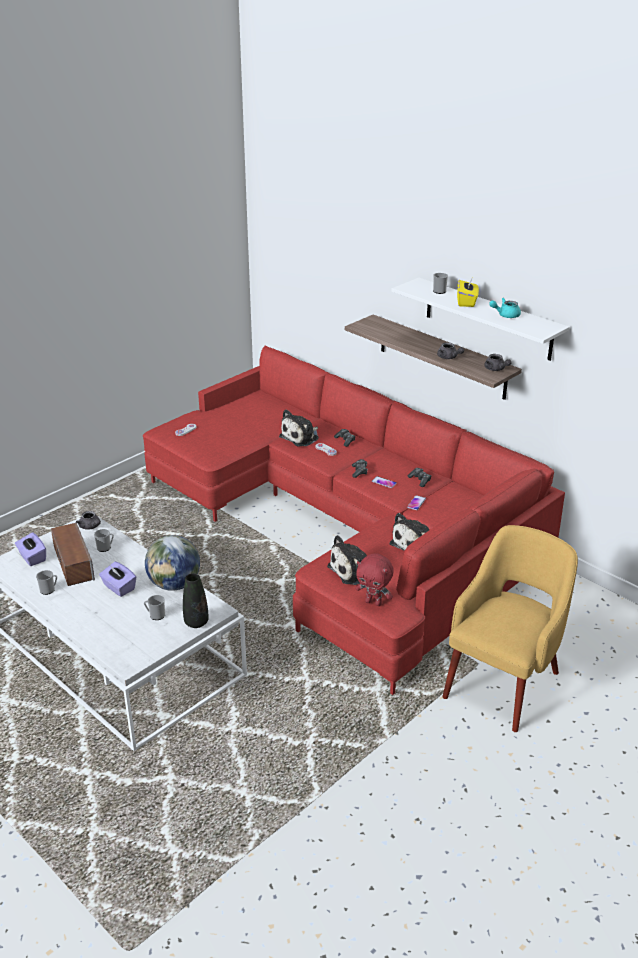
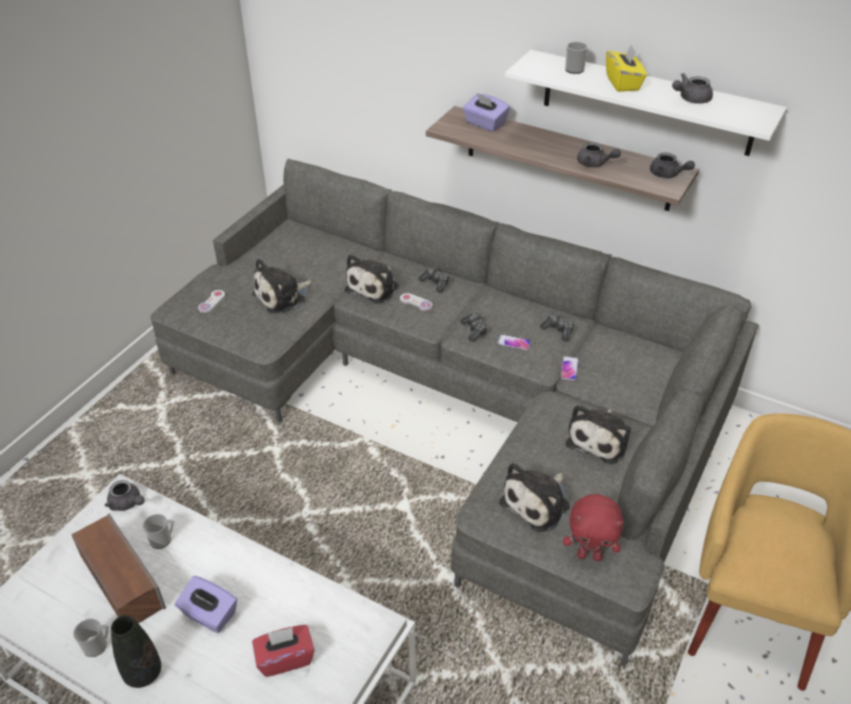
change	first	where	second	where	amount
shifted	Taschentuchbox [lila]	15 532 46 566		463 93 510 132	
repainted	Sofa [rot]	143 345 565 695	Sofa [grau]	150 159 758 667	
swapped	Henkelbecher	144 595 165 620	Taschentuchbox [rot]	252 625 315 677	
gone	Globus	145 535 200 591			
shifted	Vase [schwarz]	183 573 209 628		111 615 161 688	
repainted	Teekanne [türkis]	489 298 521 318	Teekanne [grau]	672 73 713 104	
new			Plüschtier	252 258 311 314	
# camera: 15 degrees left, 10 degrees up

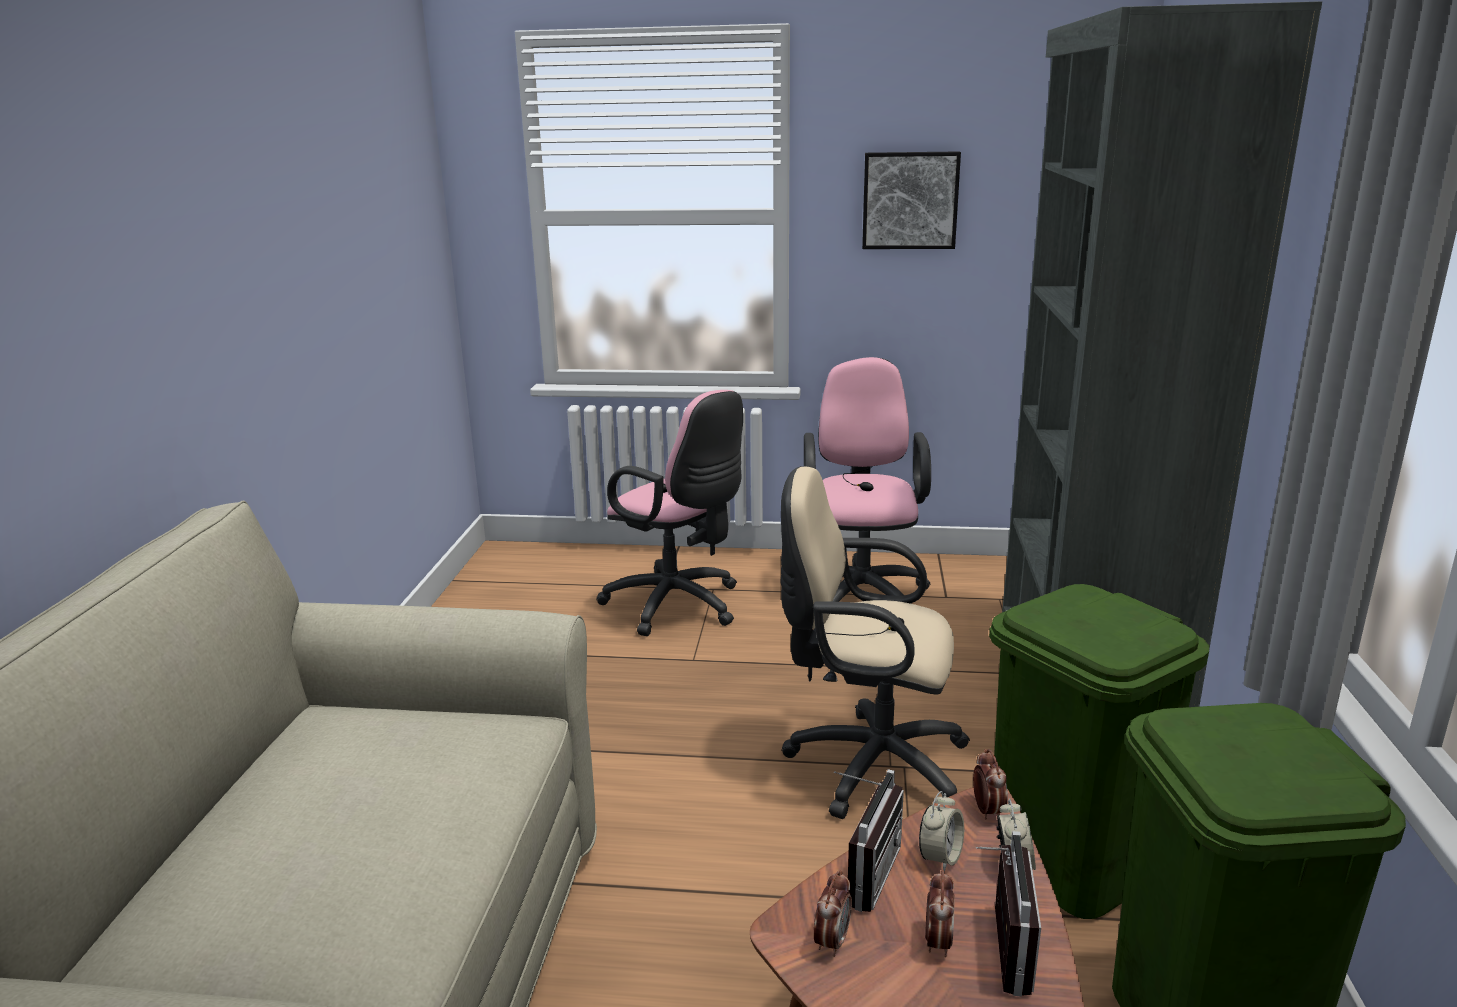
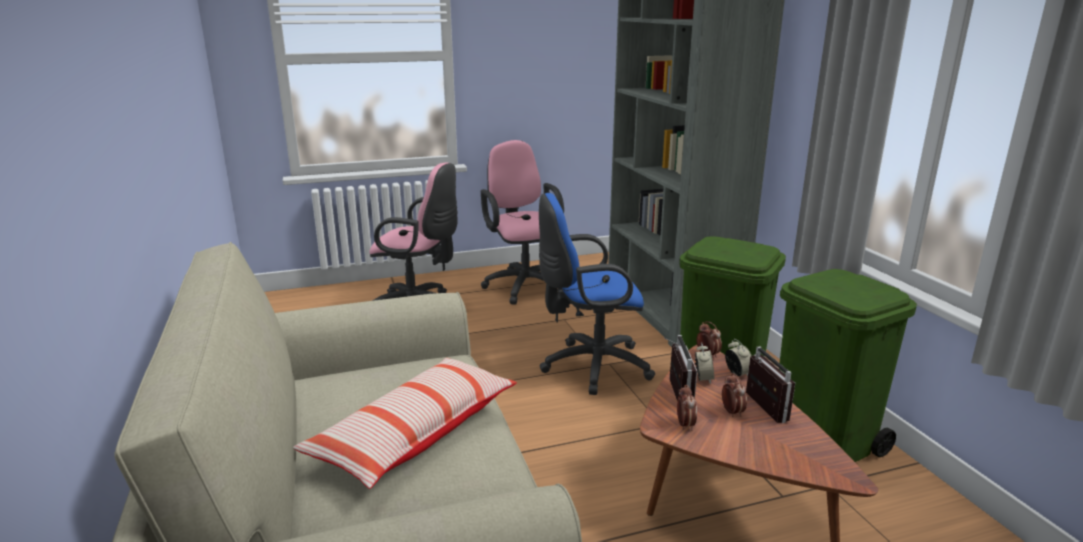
change	first	where	second	where	amount
repainted	Bürostuhl [beige]	781 466 970 819	Bürostuhl [blau]	539 193 655 395	
gone	Bild	862 151 961 249			
new			Kissen	293 358 517 489	
# camera: 25 degrees left, 0 degrees up

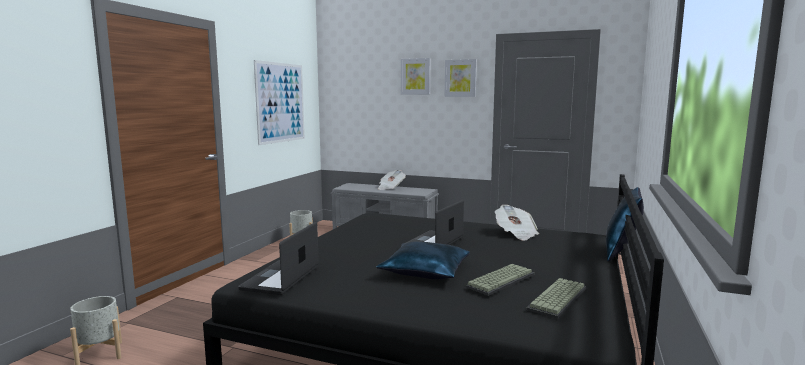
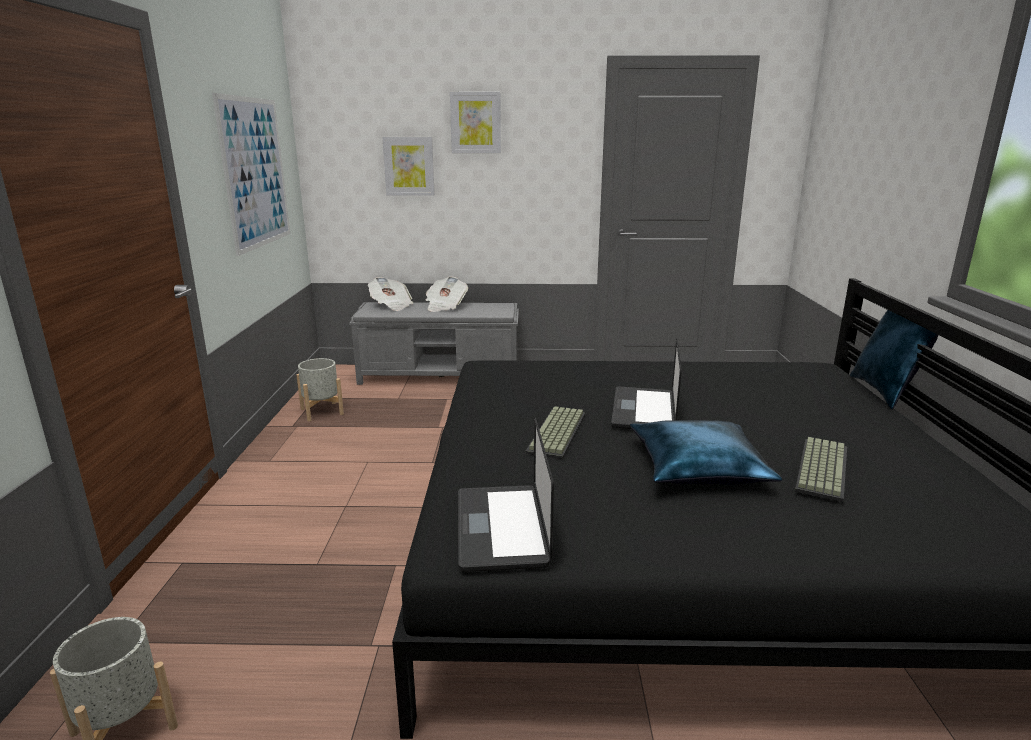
change	first	where	second	where	amount
shifted	Bild	445 59 477 97		382 137 435 196	
shifted	Zeitung	495 205 539 241		368 277 413 311	
shifted	Tastatur	526 278 586 319		525 406 585 459	
# camera: 20 degrees left, 10 degrees up

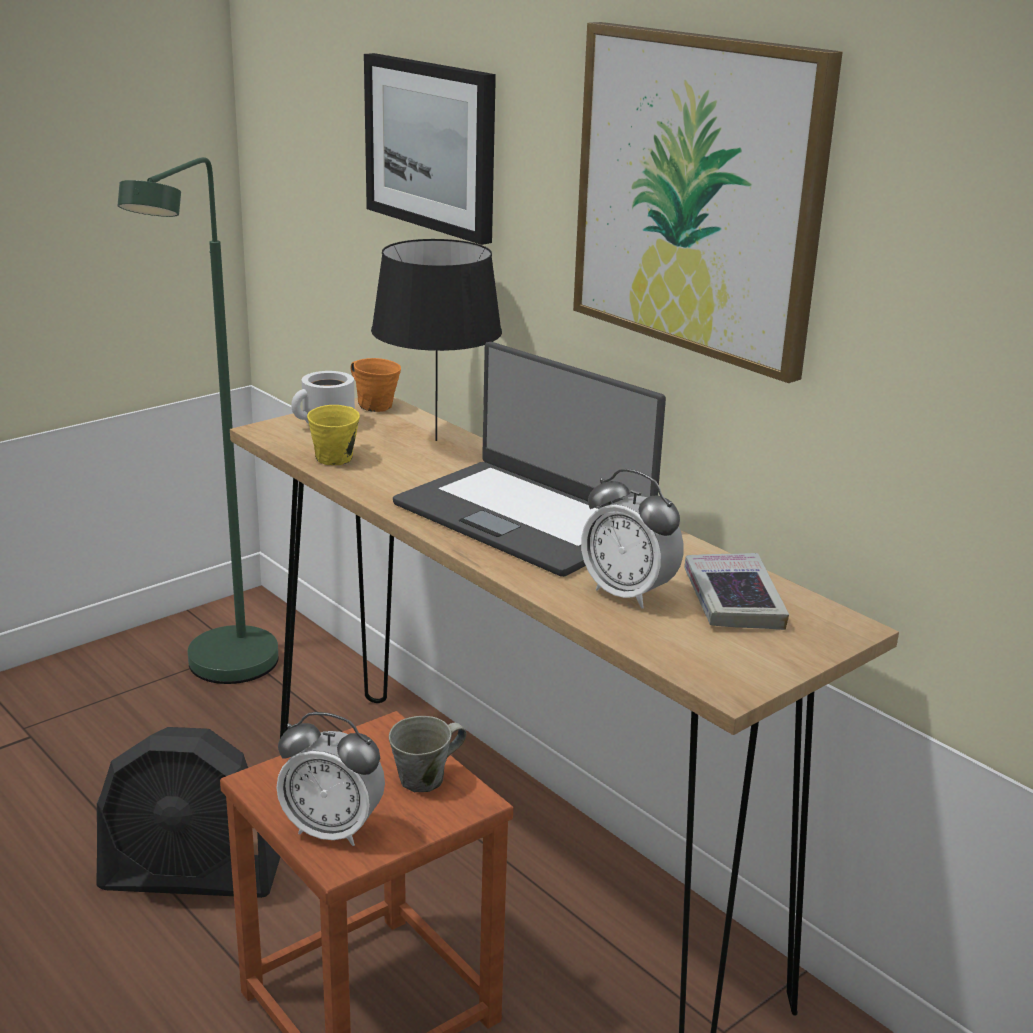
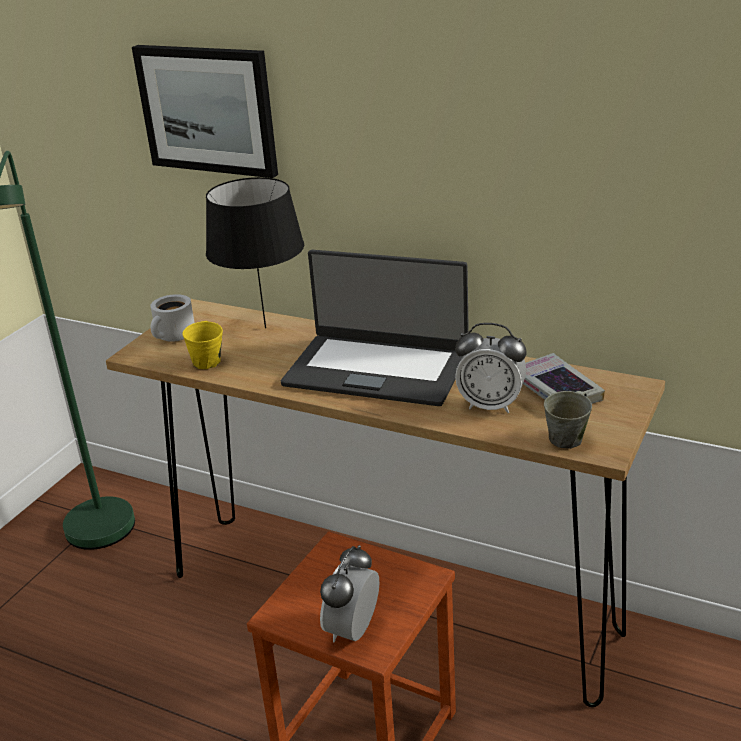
change	first	where	second	where	amount
gone	Ventilator [schwarz]	96 727 280 898			
rotated	Wecker	276 712 385 846		320 545 379 643	120 degrees clockwise
gone	Henkelbecher [orange]	351 358 401 412			
shifted	Henkelbecher [grau]	389 716 466 792		544 391 592 449	
gone	Bild	573 22 843 383			
# camera: 20 degrees left, 5 degrees up

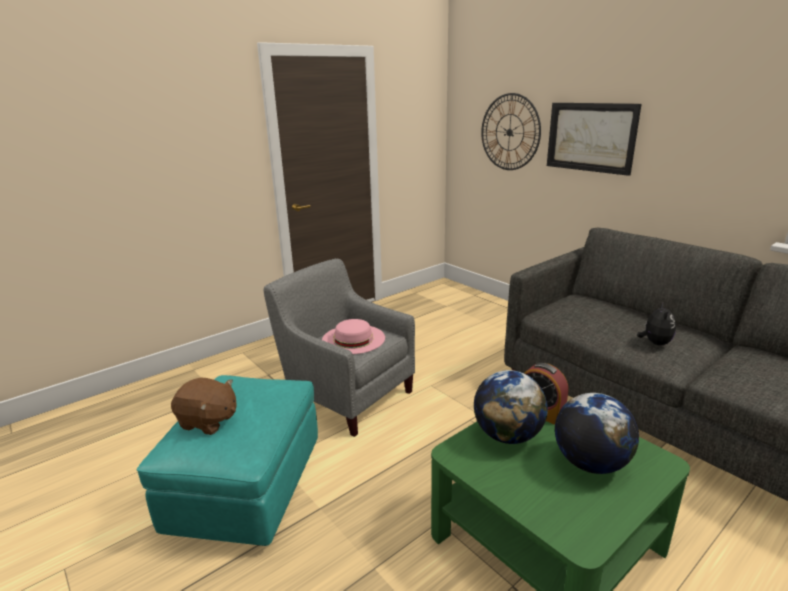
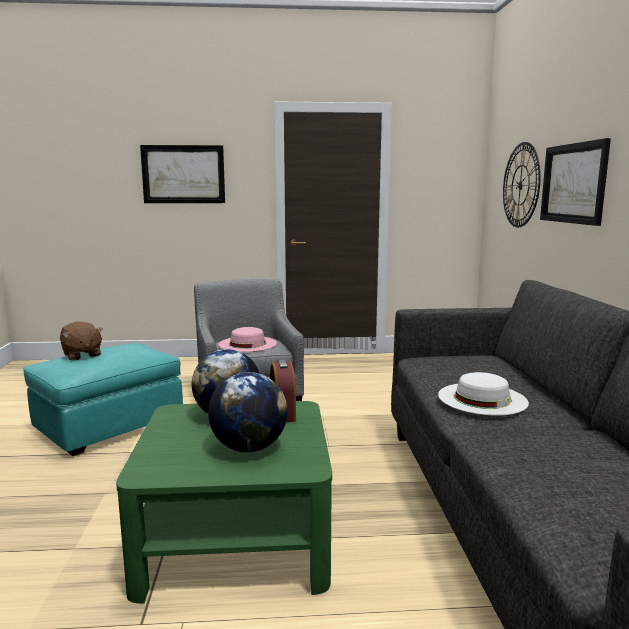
change	first	where	second	where	amount
swapped	Plüschtier	637 302 676 345	Hut [weiß]	438 372 529 415	
new			Bild	140 145 225 203	
# camera: 35 degrees right, 10 degrees down

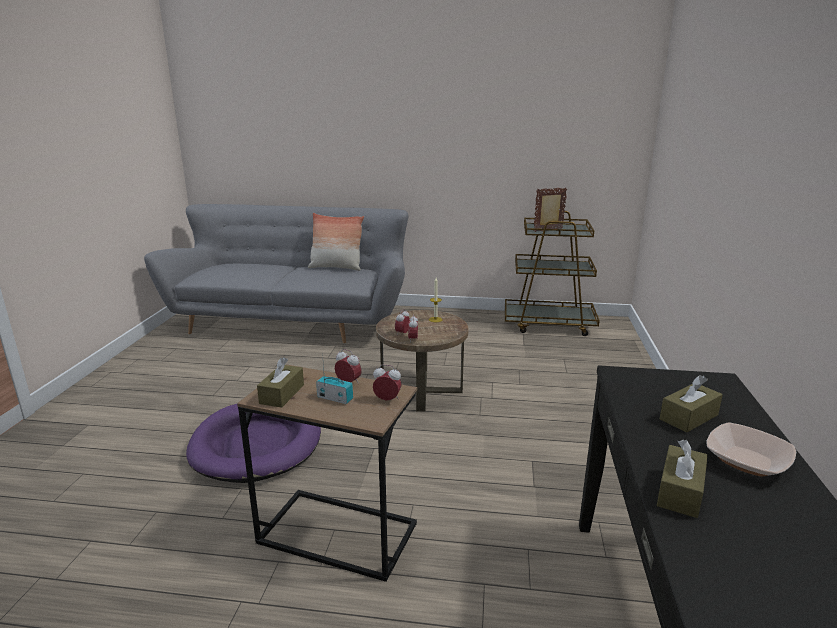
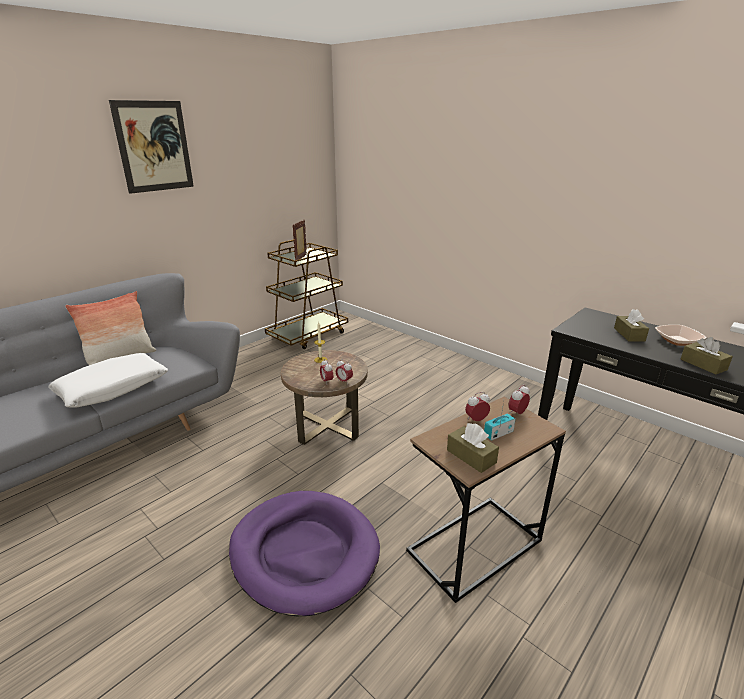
change	first	where	second	where	amount
new			Kissen [weiß]	48 353 168 408	
new			Bild	109 100 194 194	
# camera: 55 degrees left, 5 degrees up

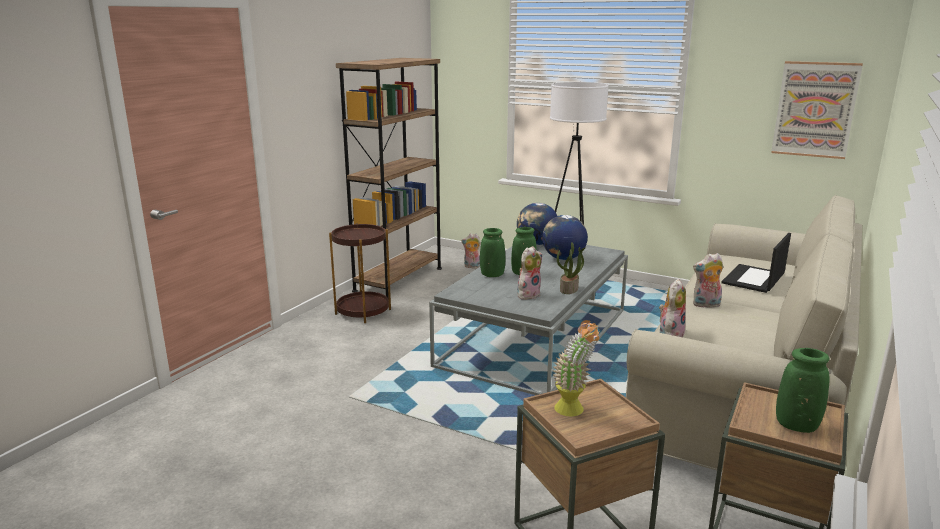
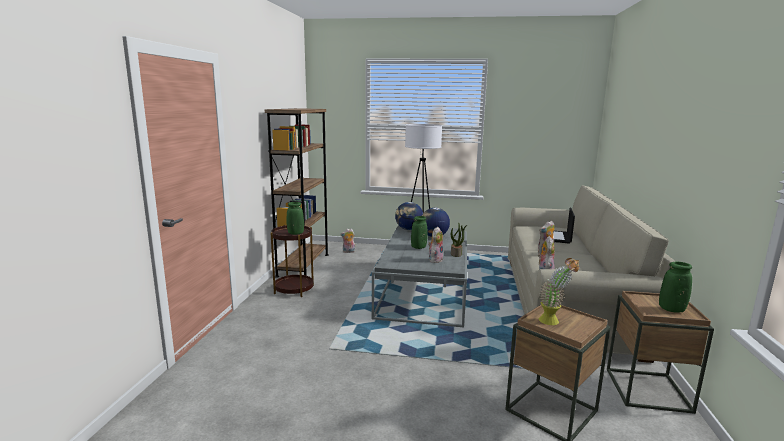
change	first	where	second	where	amount
shifted	Vase [grün]	480 228 505 277		287 202 304 235	
gone	Bild	771 61 863 159			
# camera: 20 degrees left, 5 degrees down

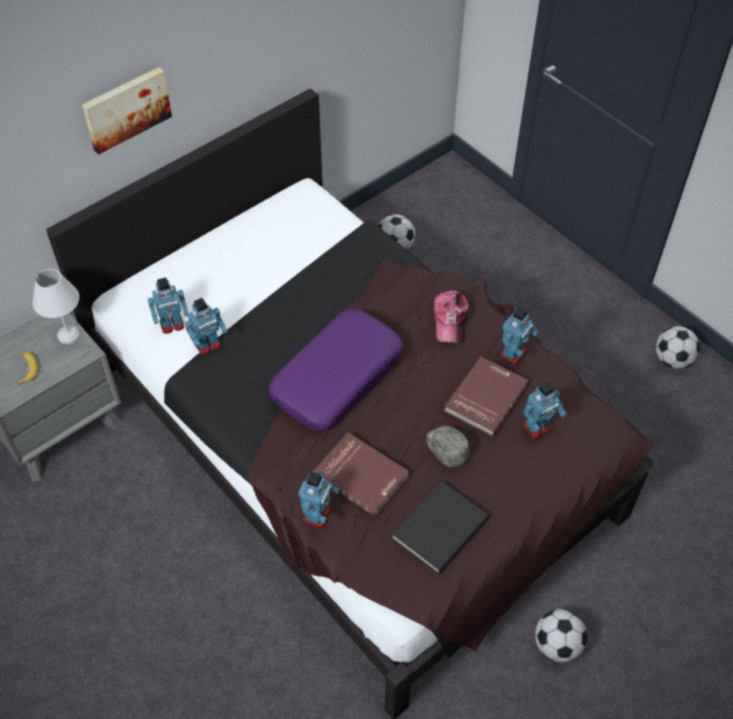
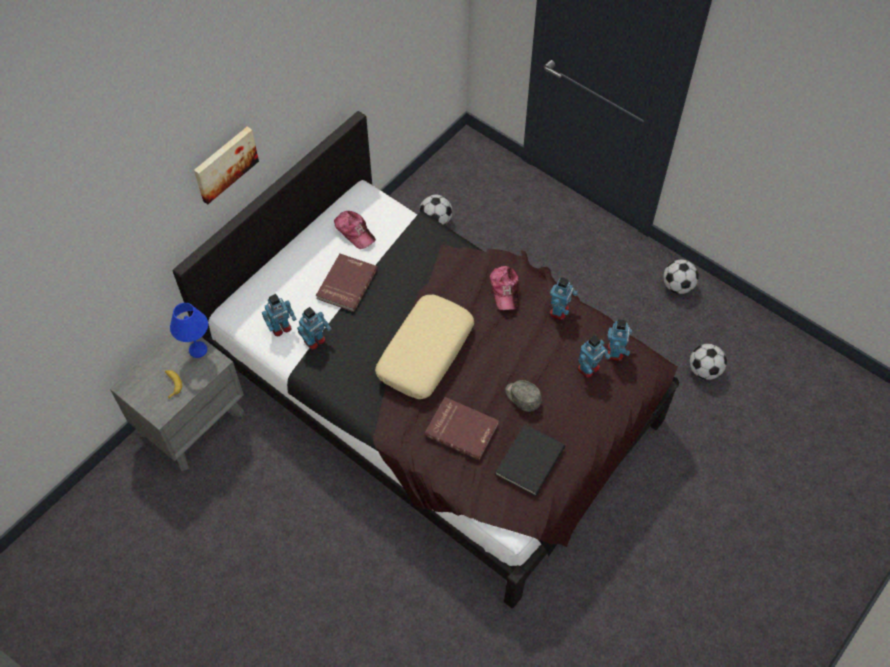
change	first	where	second	where	amount
repainted	Tischlampe [weiß]	32 269 80 344	Tischlampe [blau]	170 303 208 358	
repainted	Kissen [lila]	269 309 404 430	Kissen [beige]	375 295 474 399	
shifted	Spielzeugroboter	298 471 340 528		607 319 632 361	
shifted	Buch [rot]	445 357 529 436		316 253 378 312	
shifted	Fußball	535 609 587 662		690 344 727 380	
new			Kappe	334 211 376 249	
# camera: 10 degrees left, 5 degrees up

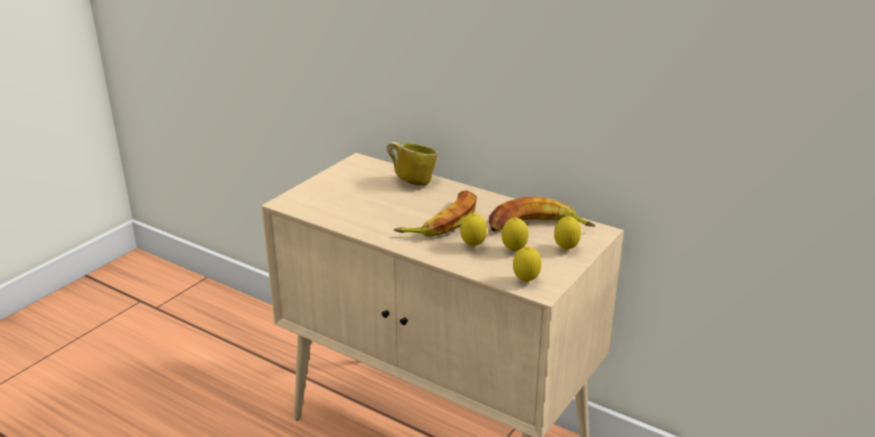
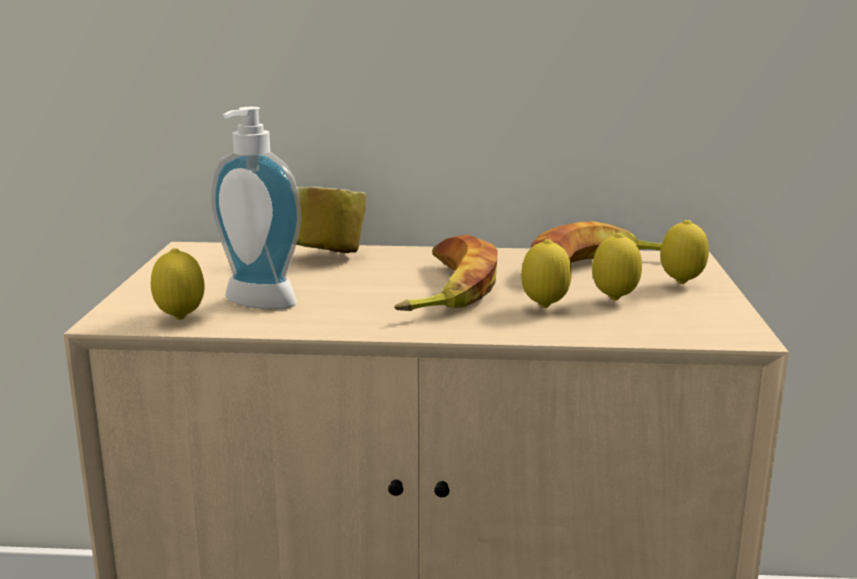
change	first	where	second	where	amount
shifted	Zitrone	513 246 541 282		151 248 204 320	
new			Seifenspender	211 107 301 309	
# camera: 30 degrees left, 10 degrees down

